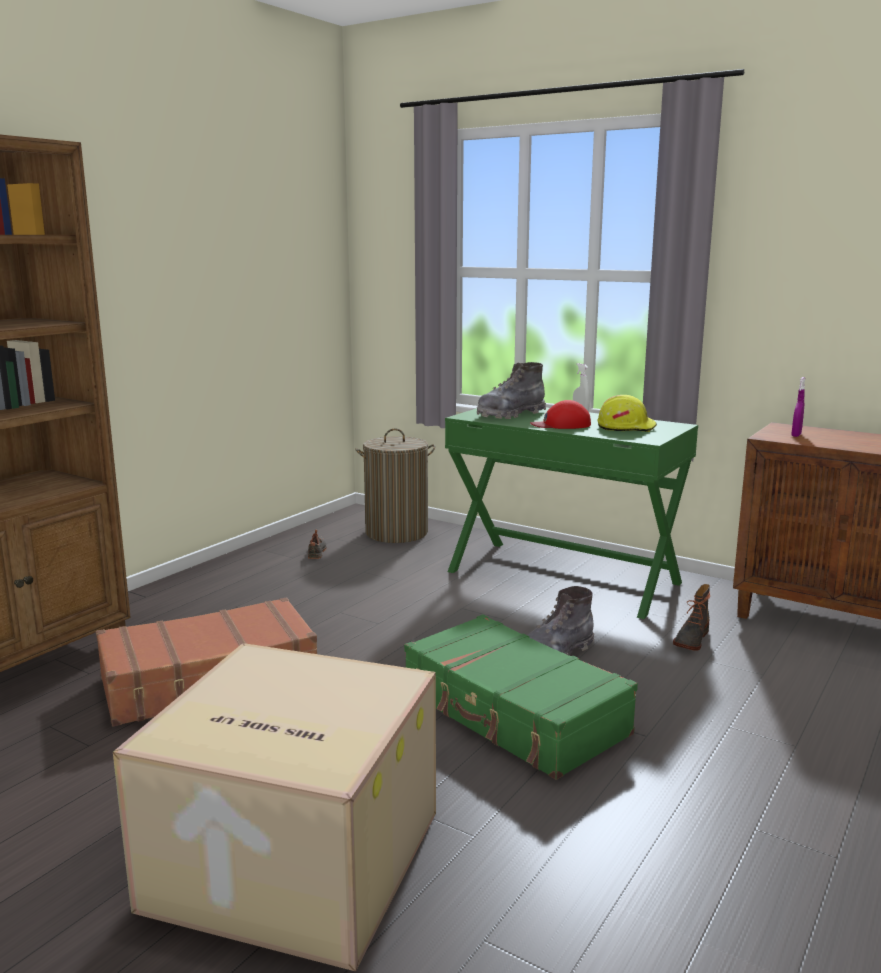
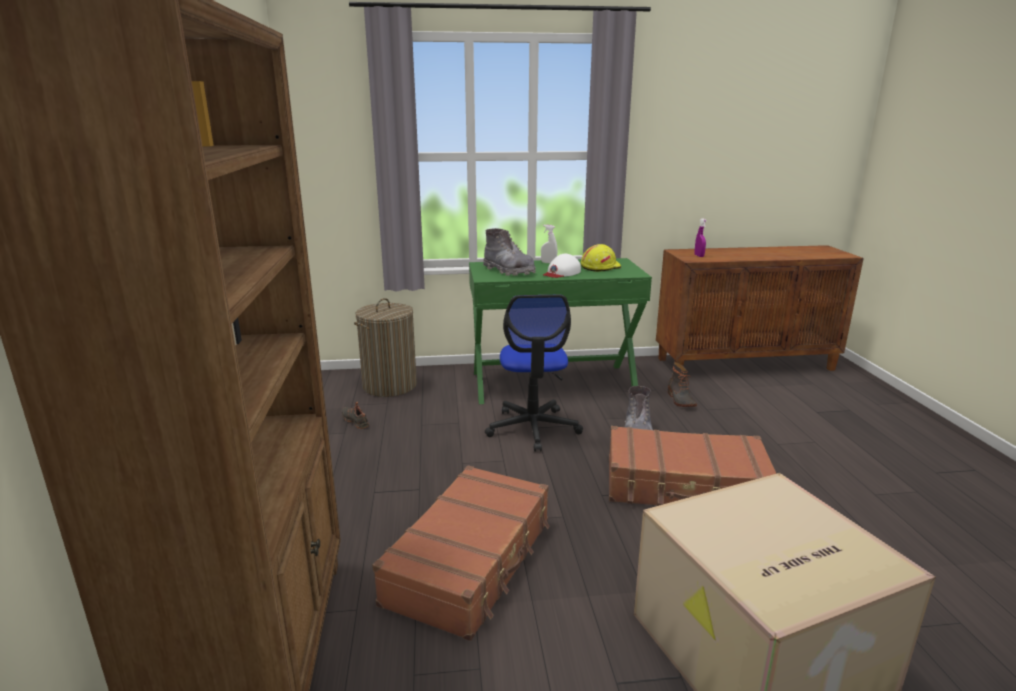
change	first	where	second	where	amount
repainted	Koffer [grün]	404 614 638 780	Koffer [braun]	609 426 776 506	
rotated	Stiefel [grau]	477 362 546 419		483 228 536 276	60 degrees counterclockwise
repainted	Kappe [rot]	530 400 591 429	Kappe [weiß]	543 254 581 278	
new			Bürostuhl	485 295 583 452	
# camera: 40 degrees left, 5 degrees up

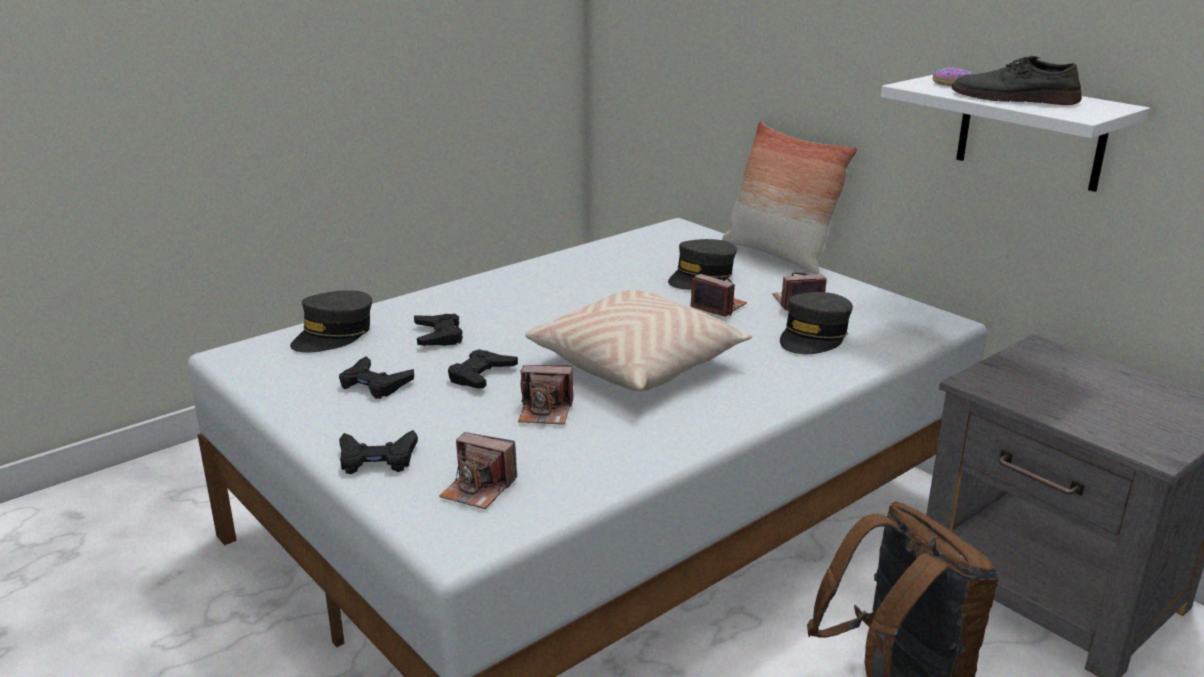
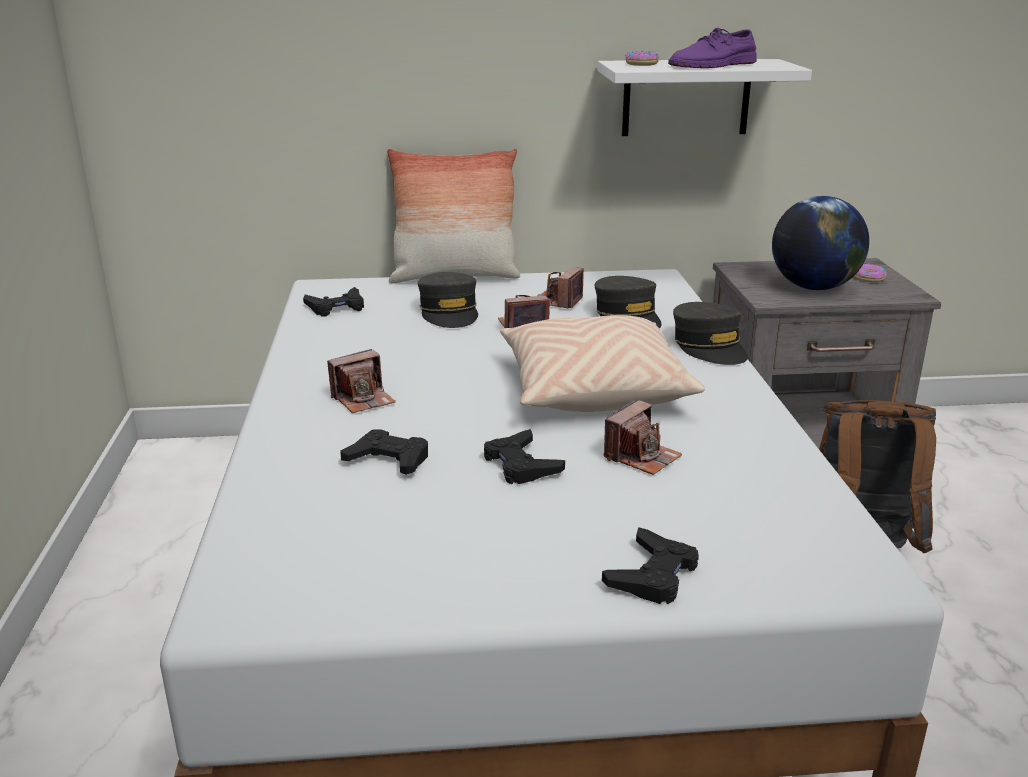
change	first	where	second	where	amount
shifted	Kappe [grau]	290 290 372 353		673 302 748 365	
shifted	Gamepad [schwarz]	339 356 414 399		303 287 364 317	
shifted	Kamera	439 432 517 509		327 349 396 413	
repainted	Schuh [grau]	951 56 1082 105	Schuh [lila]	668 27 757 68	
new			Globus	772 196 869 290	
new			Donut	854 264 887 282	
# camera: 55 degrees left, 0 degrees up

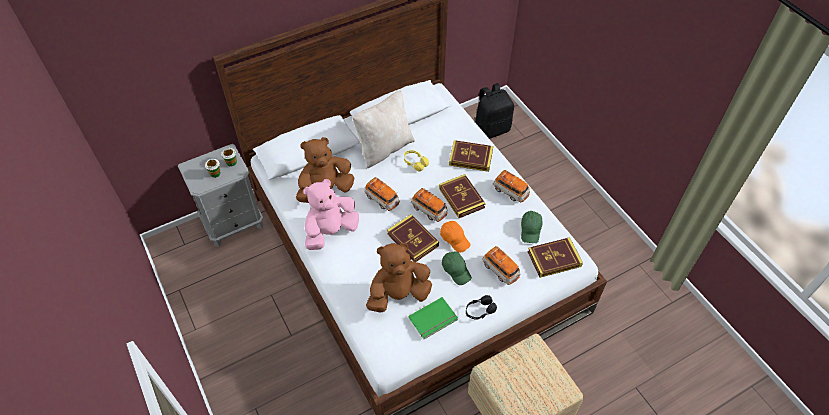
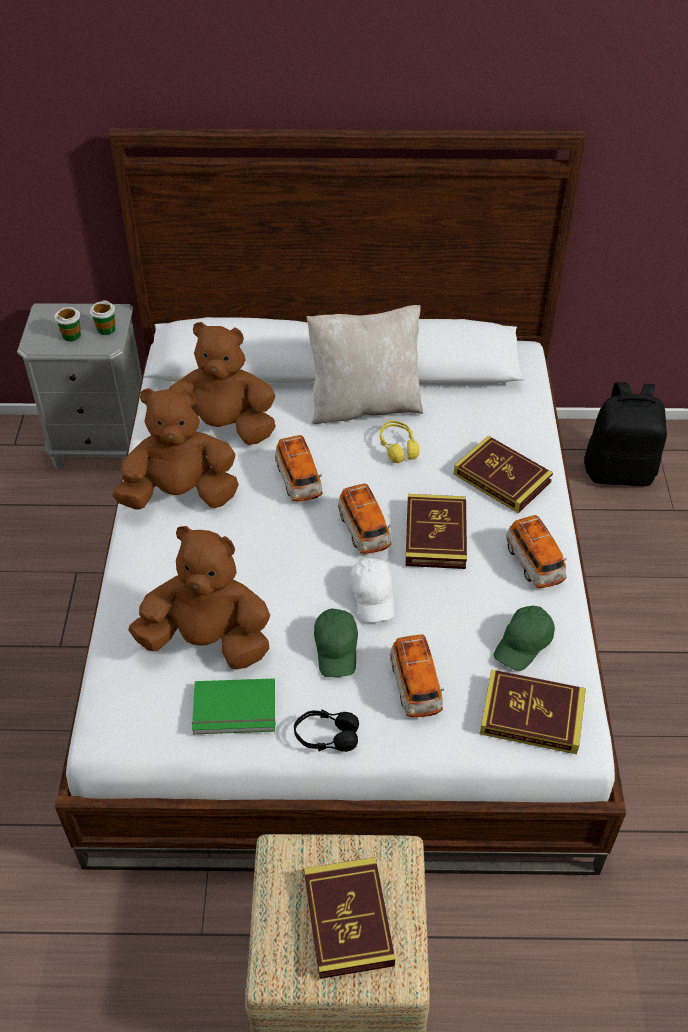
change	first	where	second	where	amount
repainted	Plüschtier [rosa]	303 179 359 250	Plüschtier [braun]	113 388 239 510	
shifted	Buch	387 214 439 262		304 857 395 979	
repainted	Kappe [orange]	440 221 471 253	Kappe [weiß]	350 558 394 623	
# camera: 30 degrees right, 5 degrees down

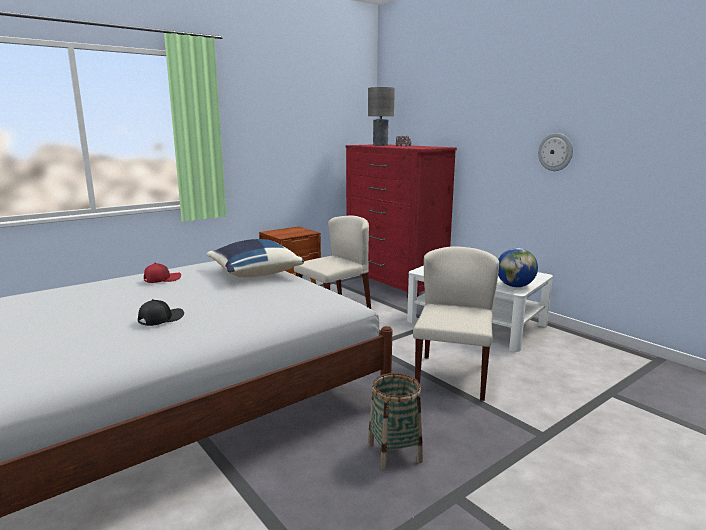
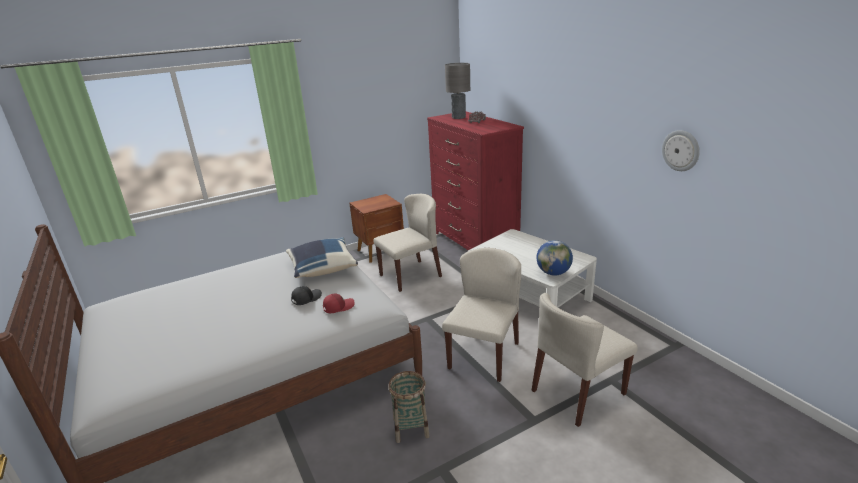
change	first	where	second	where	amount
shifted	Kappe [schwarz]	138 299 184 326		291 286 322 305	
shifted	Kappe [rot]	144 263 181 283		323 294 355 313	
shifted	Wanduhr	538 133 573 171		662 130 700 171	
new			Stuhl [beige]	532 293 638 427	
# camera: 10 degrees right, 10 degrees up

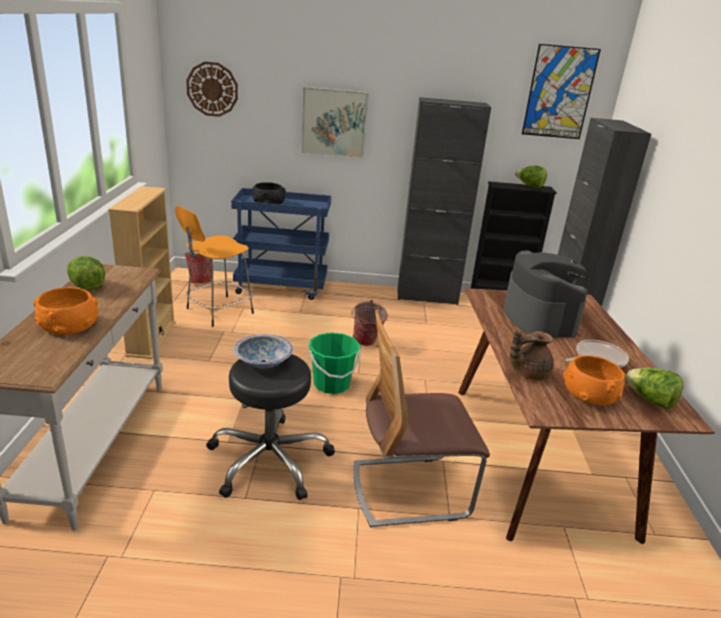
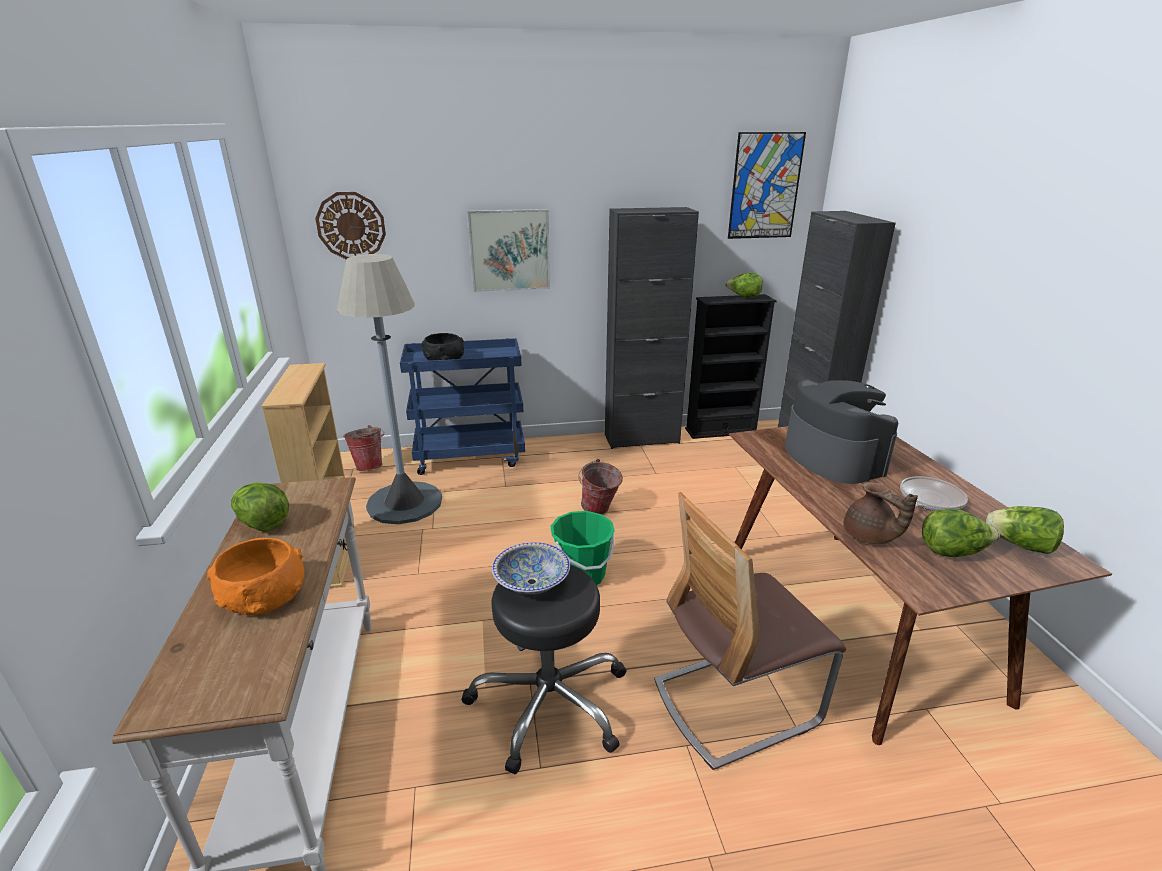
change	first	where	second	where	amount
swapped	Hocker [orange]	175 206 254 327	Stehlampe [grau]	337 254 442 524	
rotated	Teekanne [braun]	510 330 554 380		844 482 918 544	90 degrees counterclockwise
swapped	Schüssel [orange]	563 355 625 405	Salatkopf	922 509 1000 557	
# camera: 10 degrees left, 0 degrees up

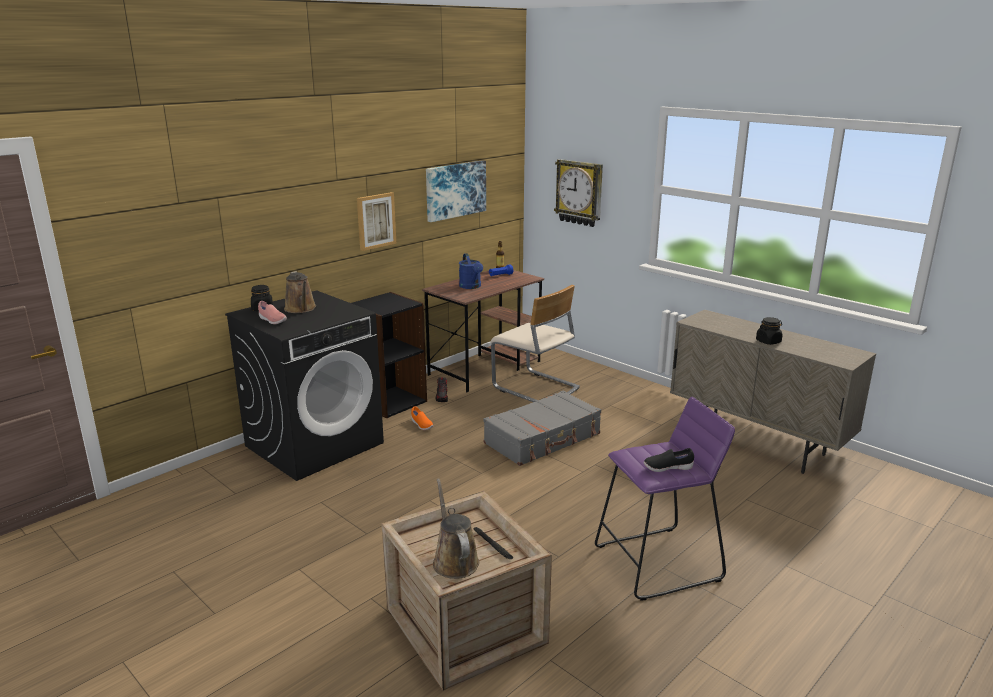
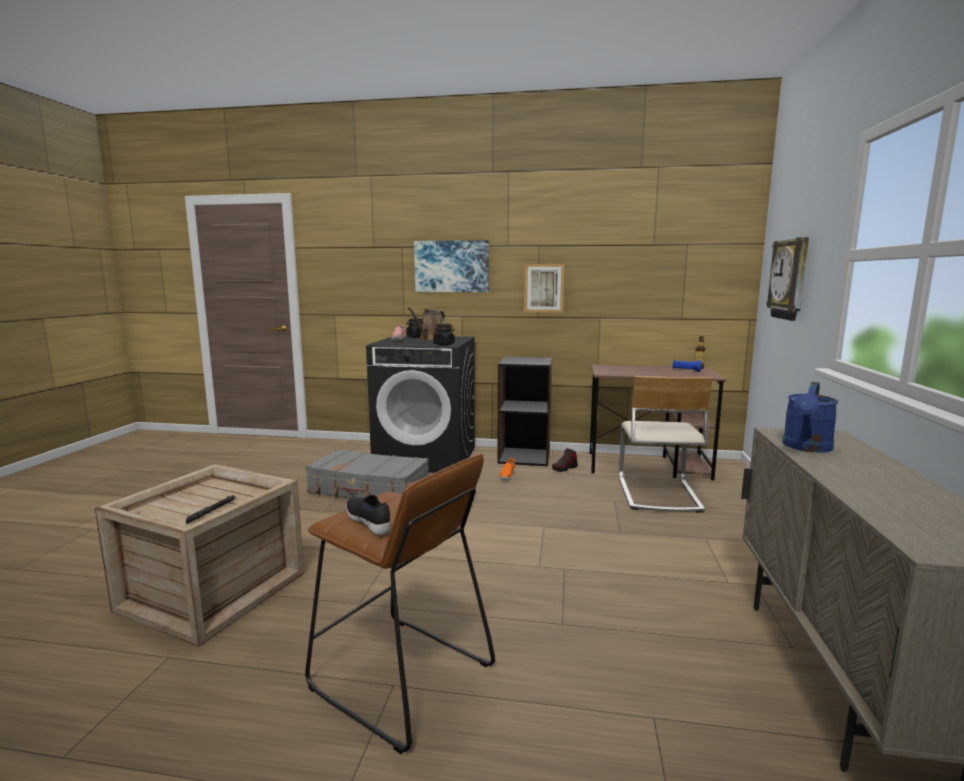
change	first	where	second	where	amount
shifted	Bild	426 160 486 222		414 240 489 292	
gone	Gießkanne [braun]	433 478 479 579			
shifted	Gießkanne [blau]	459 253 483 289		782 382 839 453	
shifted	Koffer [grau]	483 391 601 466		305 449 429 498	
repainted	Hocker [lila]	595 397 735 601	Hocker [braun]	305 454 495 754	
shifted	Vorratsglas [schwarz]	756 317 783 345		433 324 455 345	
# camera: 55 degrees right, 10 degrees down

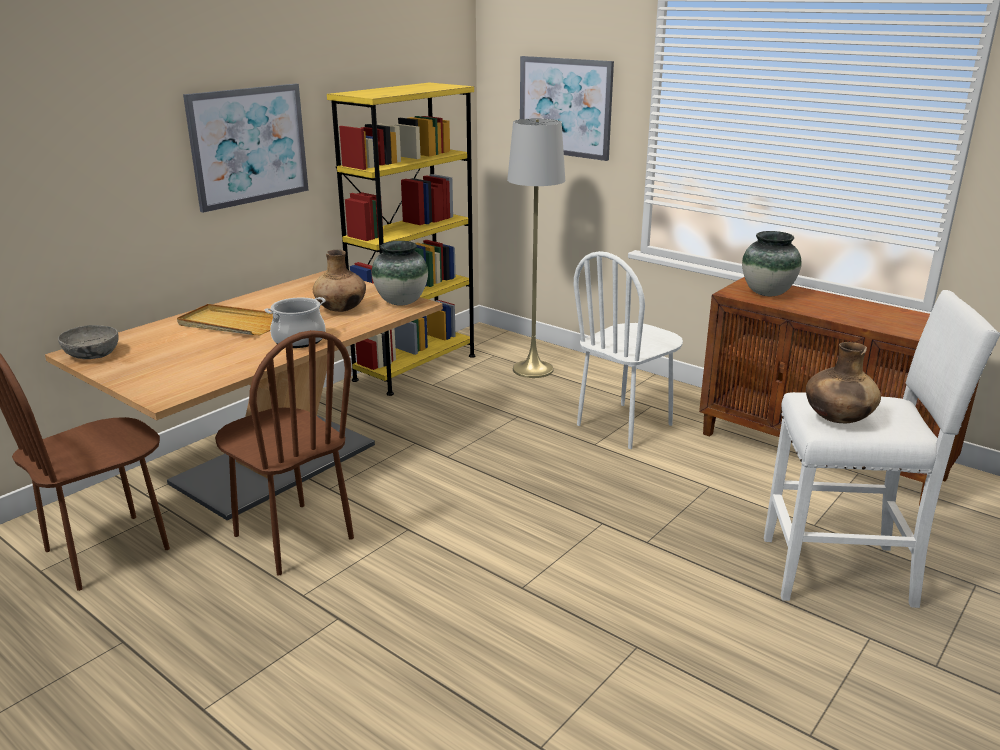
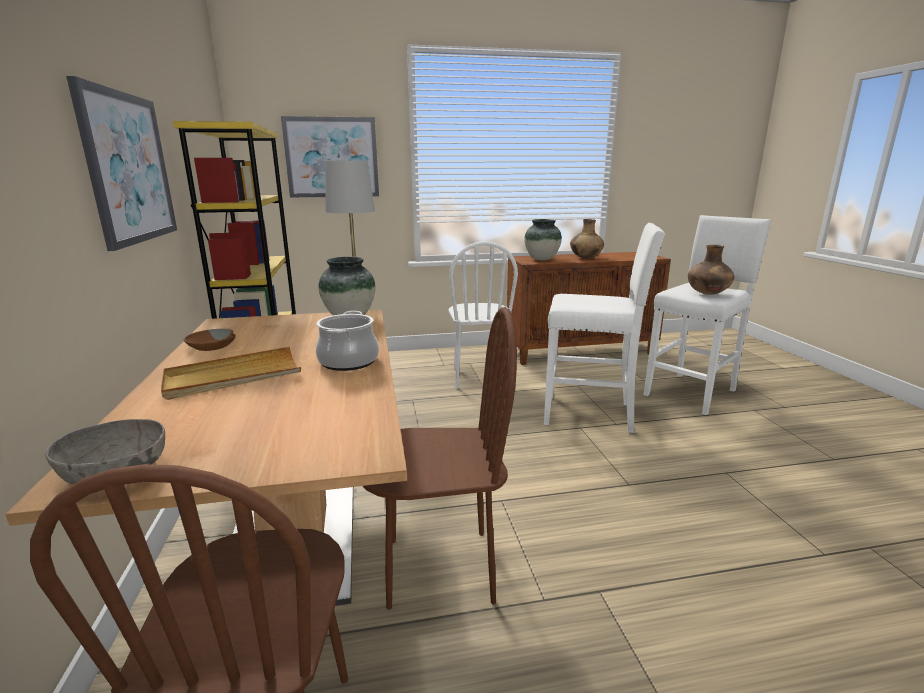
change	first	where	second	where	amount
shifted	Vase [braun]	313 250 366 312		570 219 604 259	
new			Schüssel [braun]	184 329 236 351	
new			Hocker [weiß]	544 223 665 433	
# camera: 50 degrees left, 5 degrees down

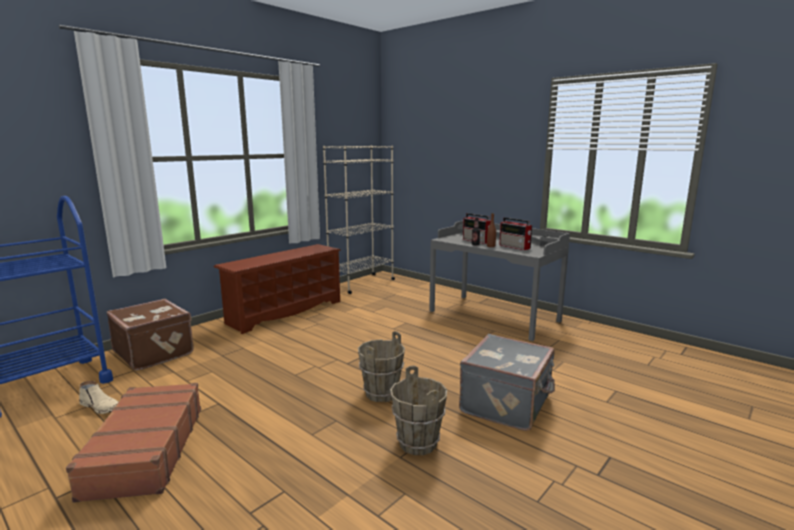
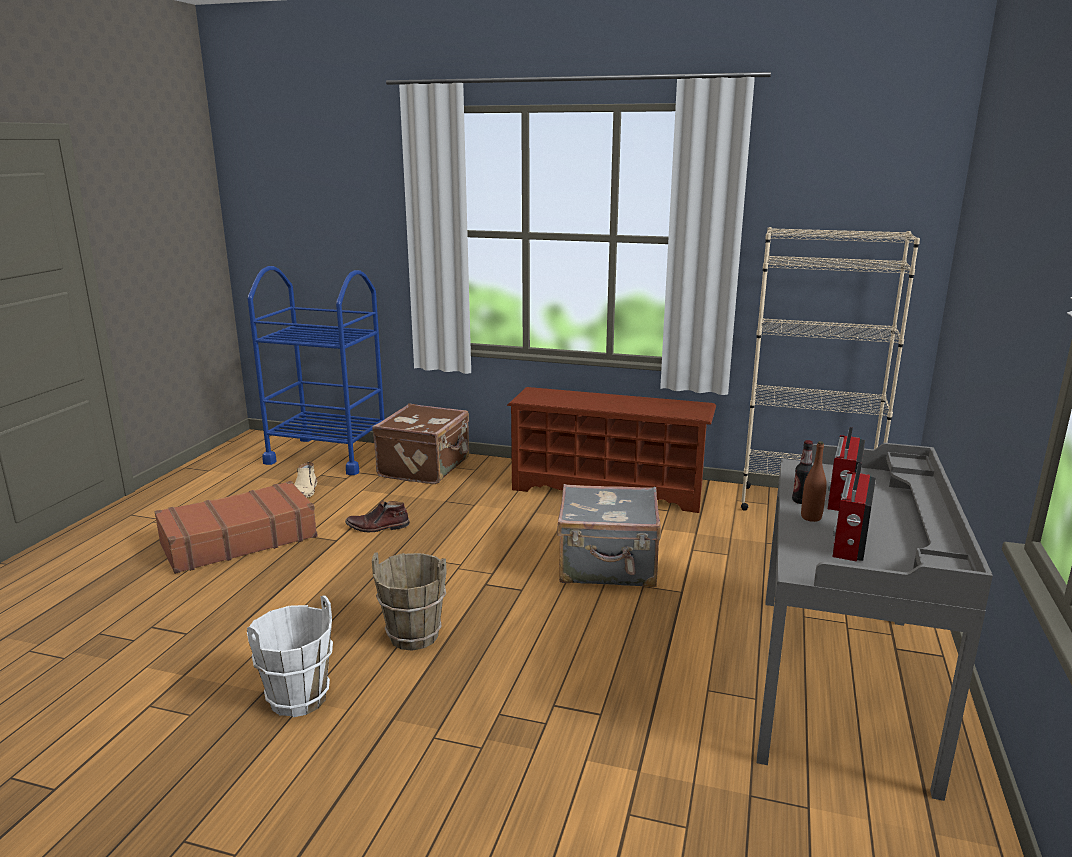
change	first	where	second	where	amount
repainted	Eimer [braun]	390 366 447 455	Eimer [weiß]	247 595 333 717	
shifted	Koffer [grau]	459 334 555 431		557 484 661 587	
new			Stiefel [braun]	345 500 410 532	
# camera: 65 degrees right, 5 degrees up

